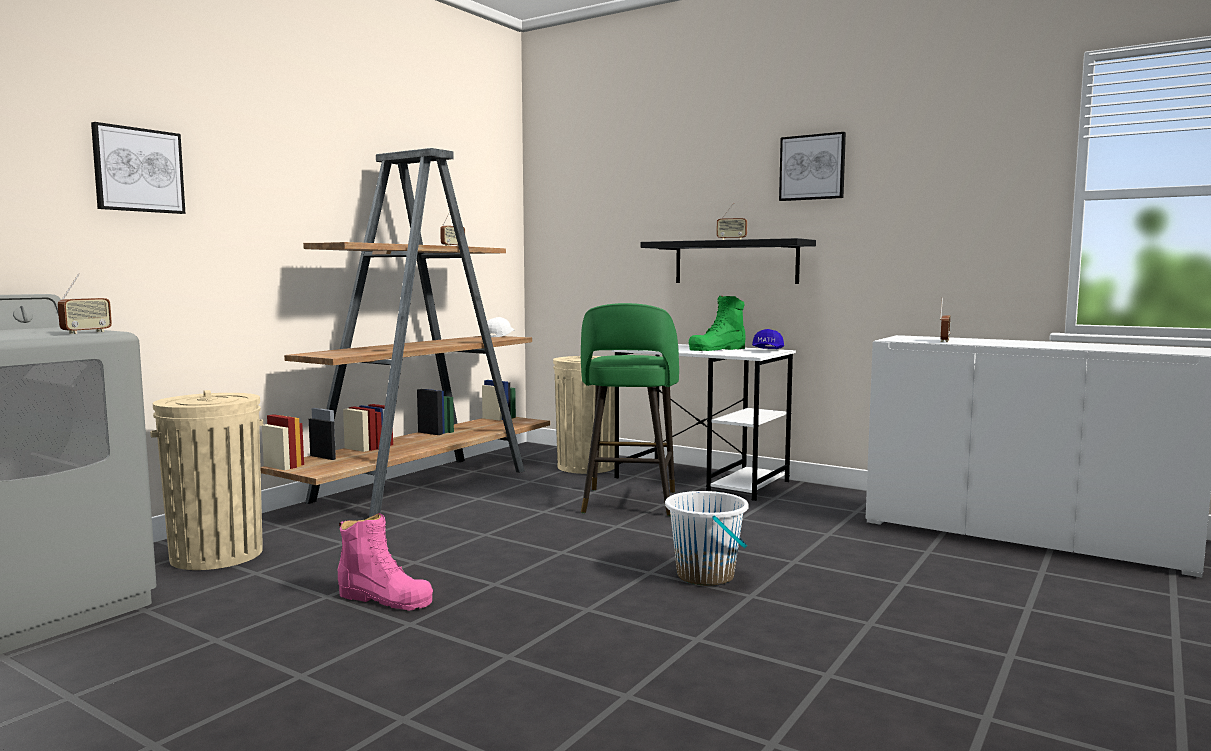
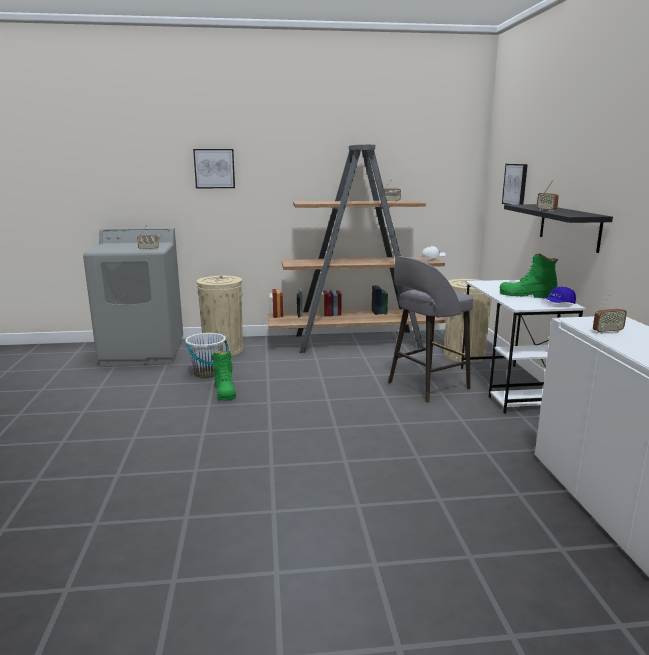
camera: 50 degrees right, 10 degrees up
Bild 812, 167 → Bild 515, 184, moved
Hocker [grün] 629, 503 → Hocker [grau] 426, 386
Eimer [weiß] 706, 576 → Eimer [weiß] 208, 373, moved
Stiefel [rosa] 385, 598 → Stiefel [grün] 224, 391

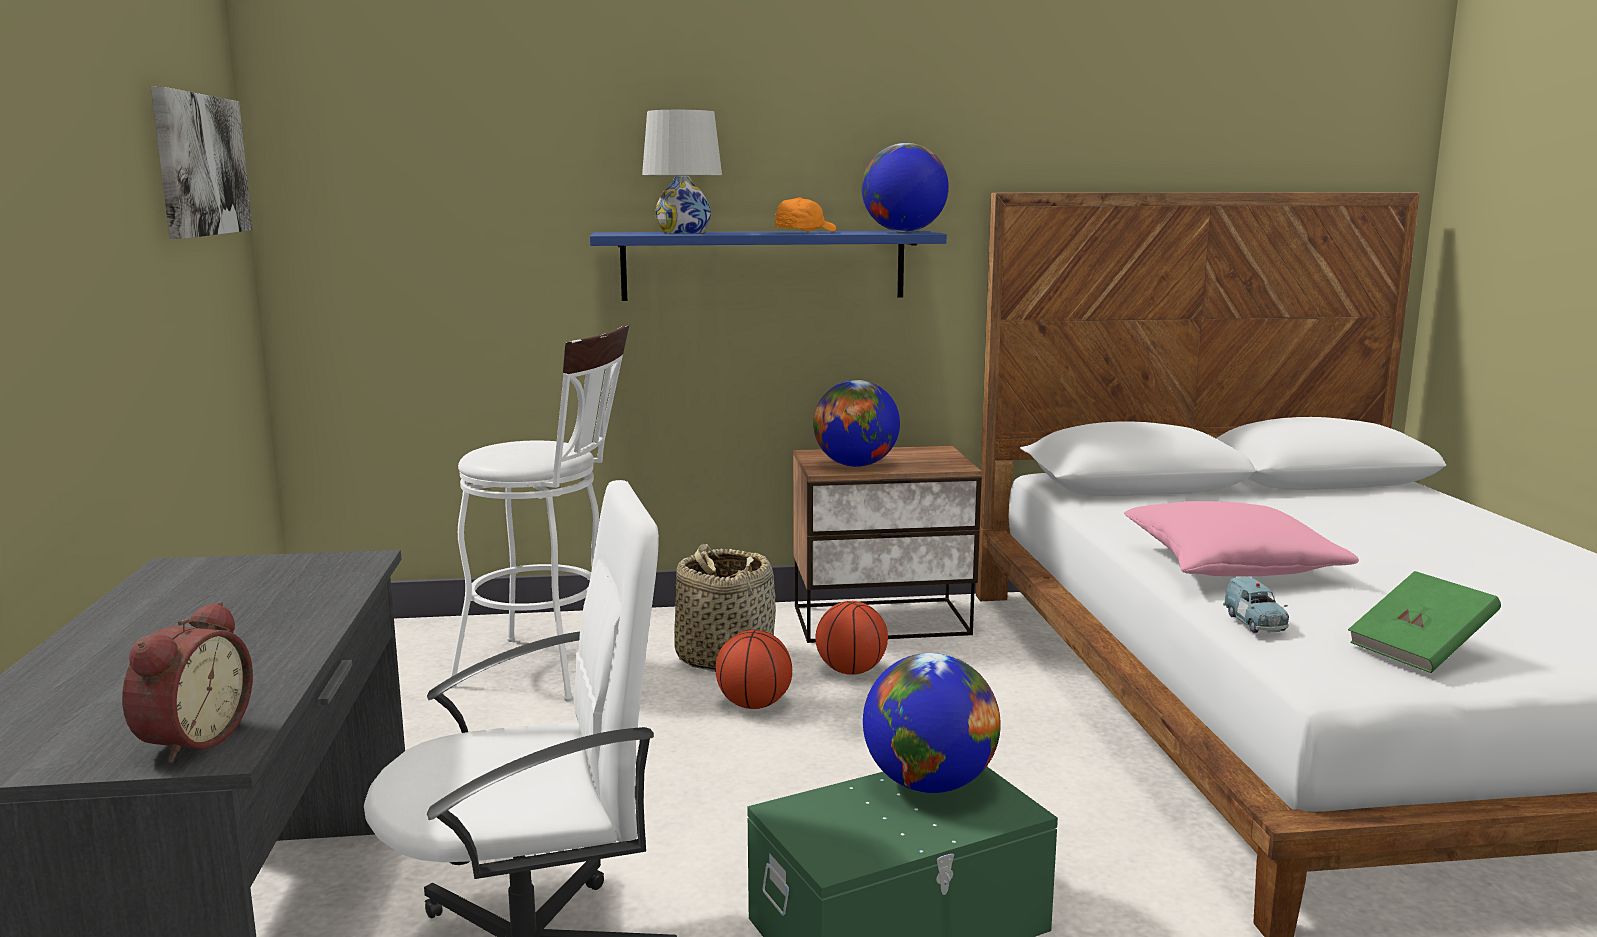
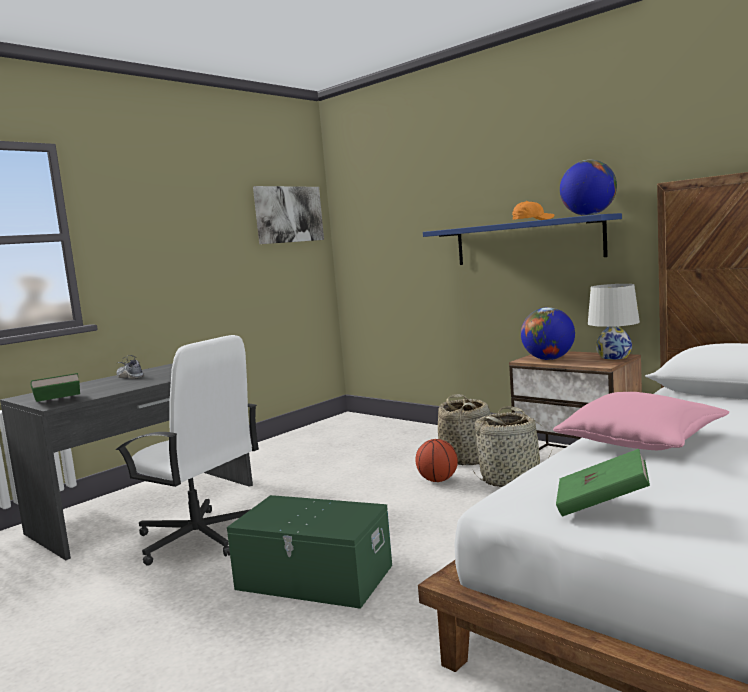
camera: 50 degrees right, 5 degrees down
Tischlampe [weiß] 683, 232 → Tischlampe [weiß] 614, 357, moved
Hocker [weiß] 552, 669 → -
Spielzeugauto [blau] 1255, 623 → -
Wecker 190, 740 → Buch [grün] 58, 402
Basketball 850, 671 → Korb 510, 479
Globus 929, 784 → -
- → Schuh 130, 377

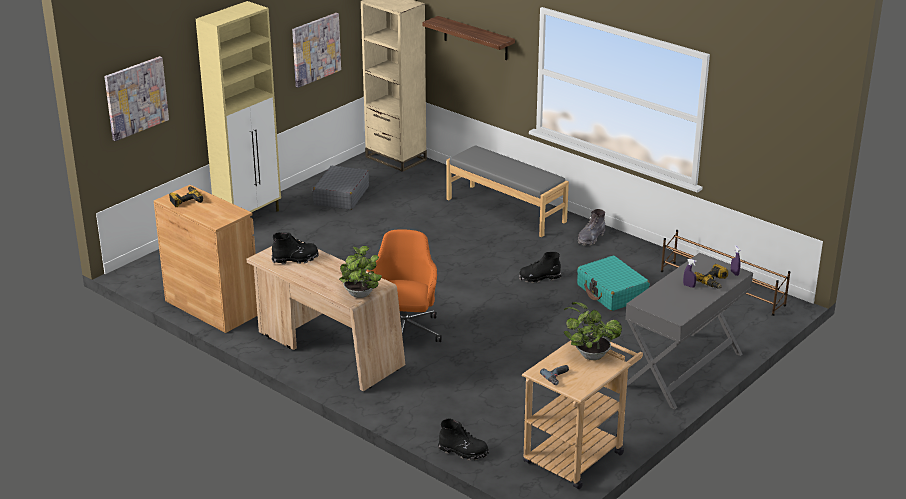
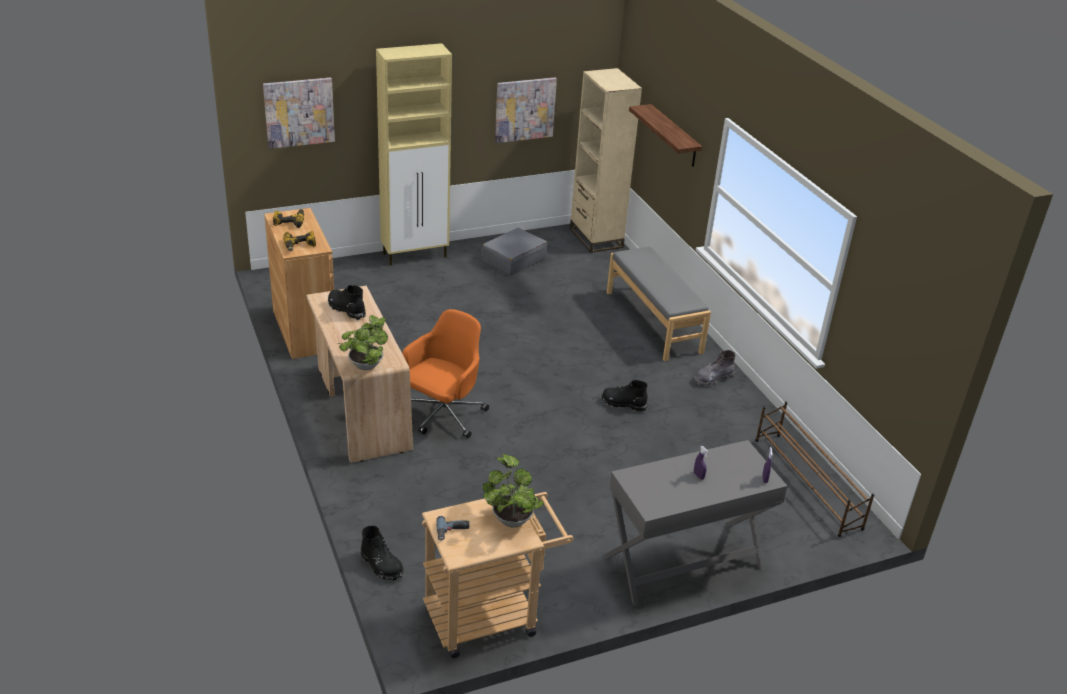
camera: 25 degrees right, 5 degrees up
Stiefel [schwarz] 295, 259 → Stiefel [schwarz] 346, 309, 150 degrees counterclockwise
Koffer [türkis] 612, 292 → -
Bohrmaschine 713, 282 → Bohrmaschine 300, 246, moved

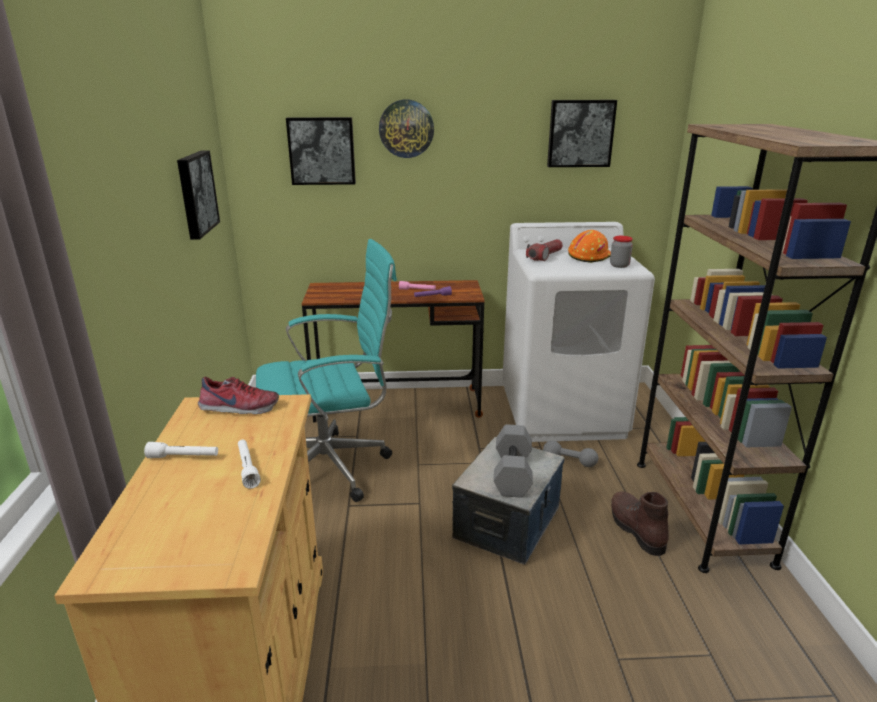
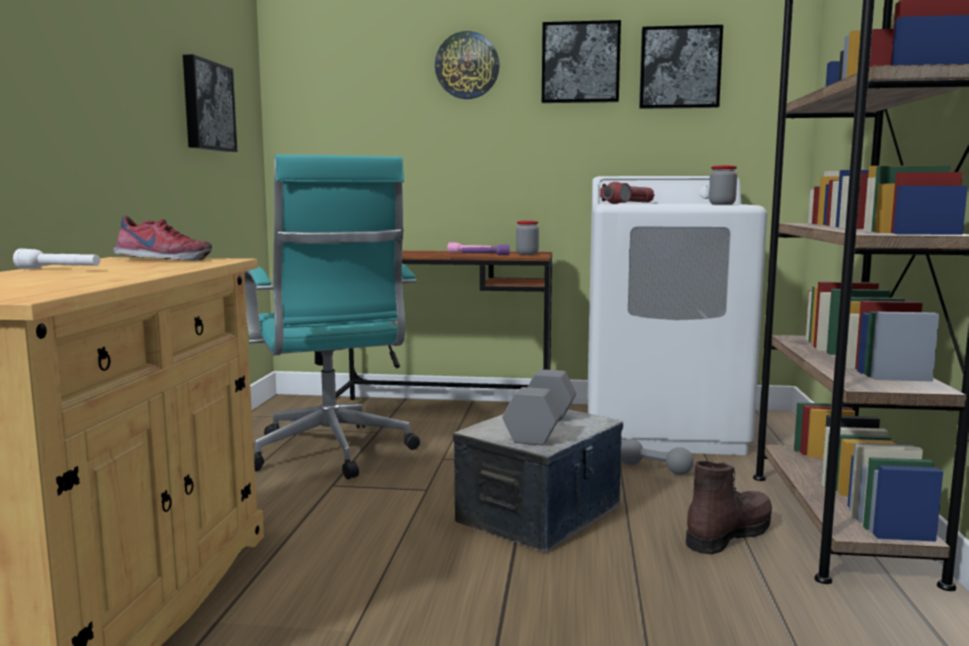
camera: 10 degrees right, 15 degrees down
Bild 322, 151 → Bild 580, 63, moved
Schutzhelm [orange] 589, 256 → -
Bürostuhl [türkis] 334, 467 → Bürostuhl [türkis] 332, 454, 75 degrees clockwise
Taschenlampe [weiß] 247, 468 → -
Stiefel [braun] 636, 529 → Stiefel [braun] 728, 534, 60 degrees clockwise
- → Vorratsglas 527, 254

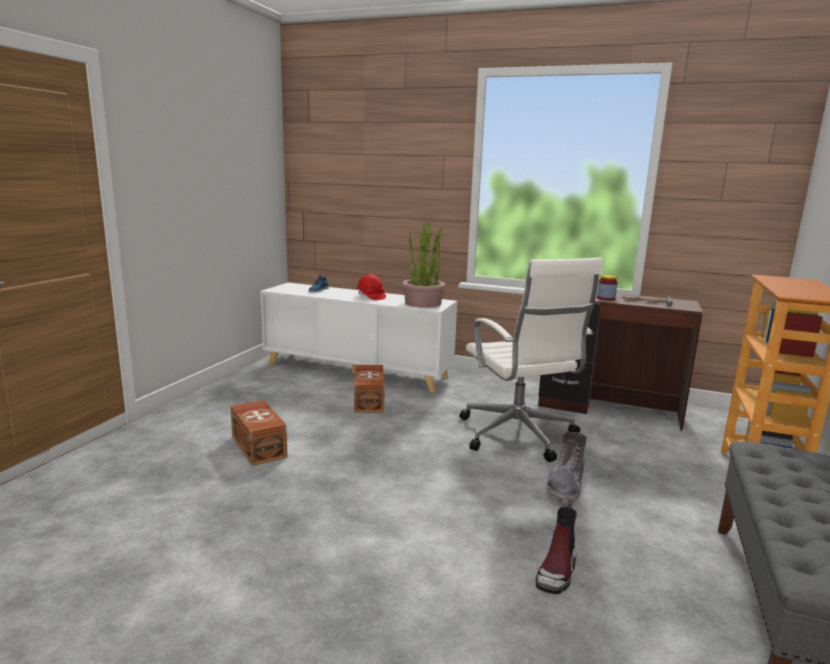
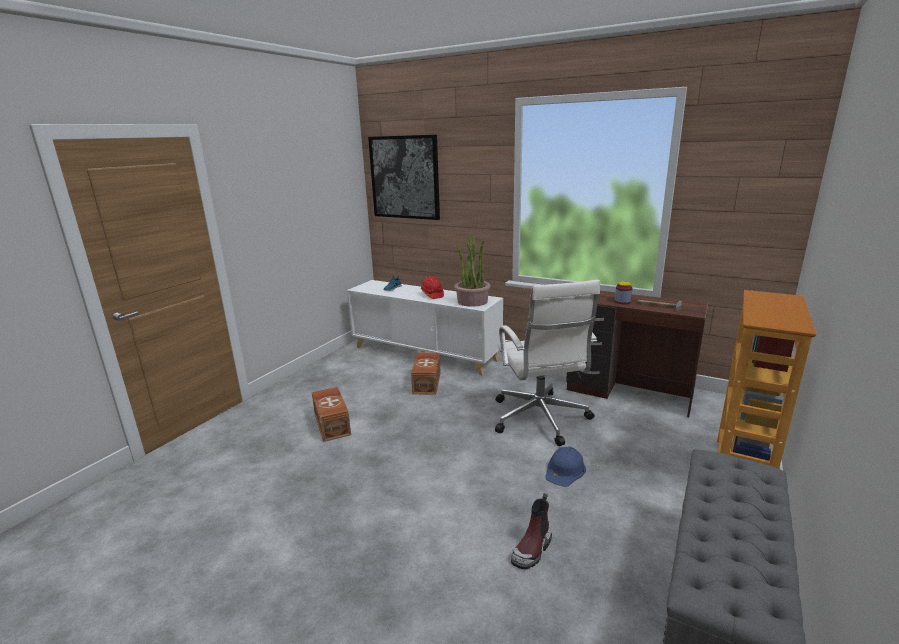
camera: 10 degrees right, 5 degrees up
Stiefel [grau] 565, 486 → Schutzhelm [blau] 565, 470
- → Bild 405, 177

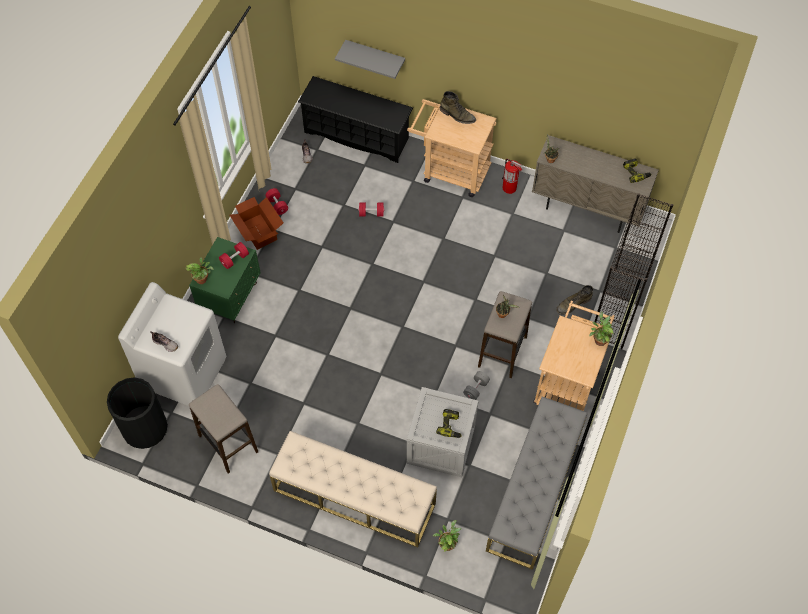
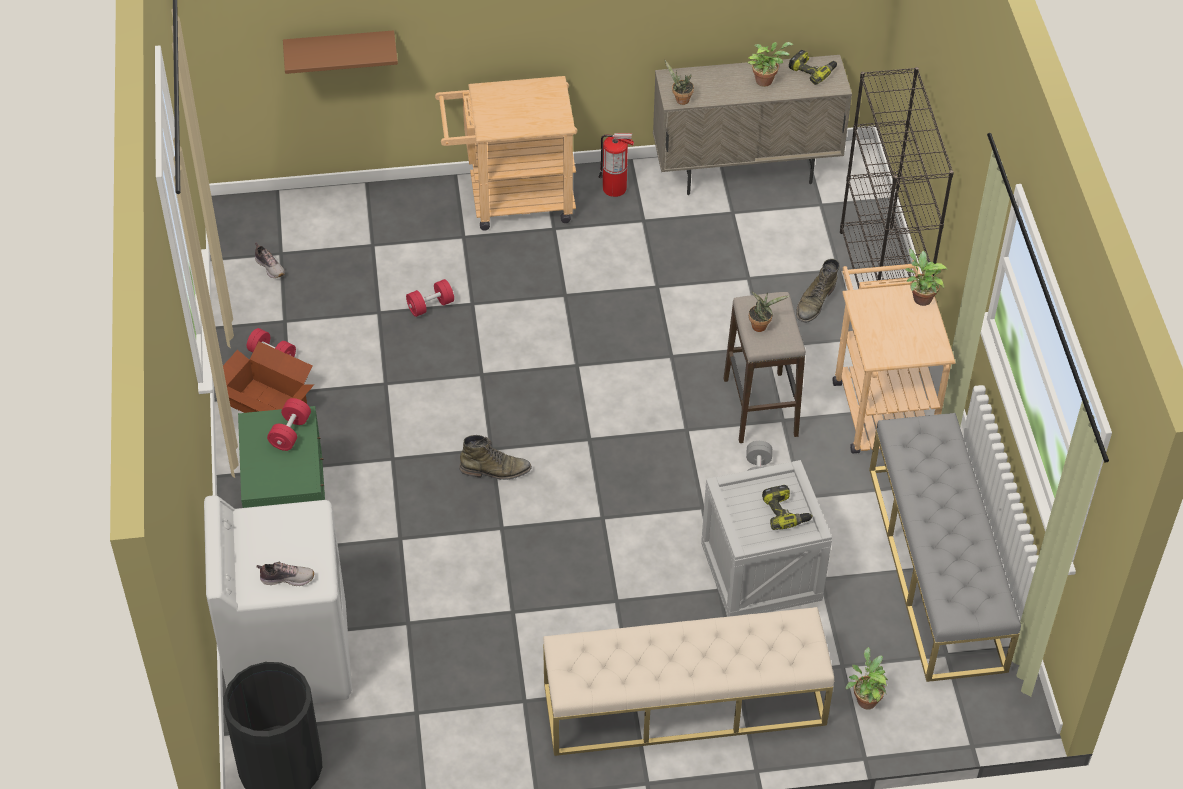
camera: 30 degrees left, 10 degrees down
Wandregal [grau] 375, 56 → Wandregal [braun] 340, 49
Schuhregal [schwarz] 357, 135 → -
Stiefel [grün] 457, 115 → Stiefel [grün] 495, 470, moved
Topfpflanze 203, 279 → Topfpflanze 765, 80, moved
Hocker 228, 444 → -

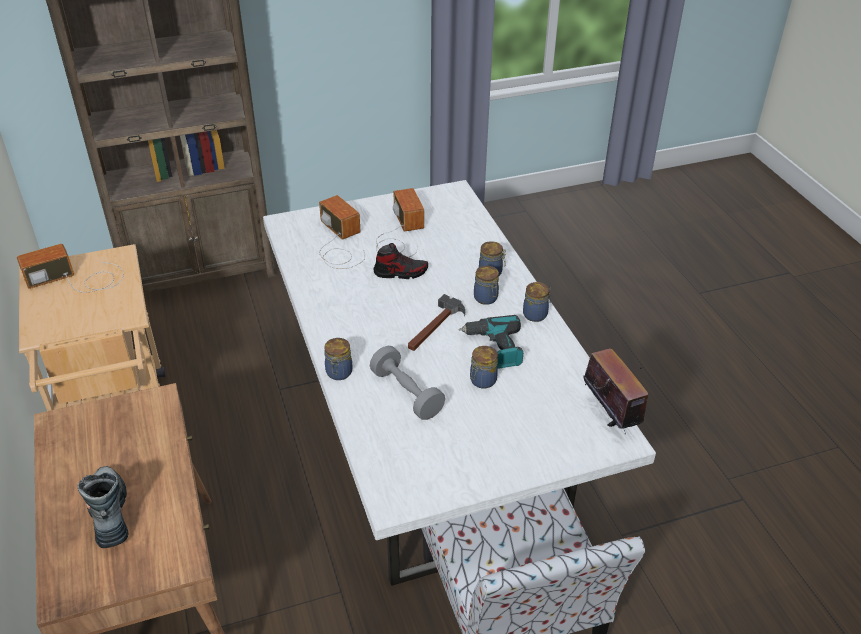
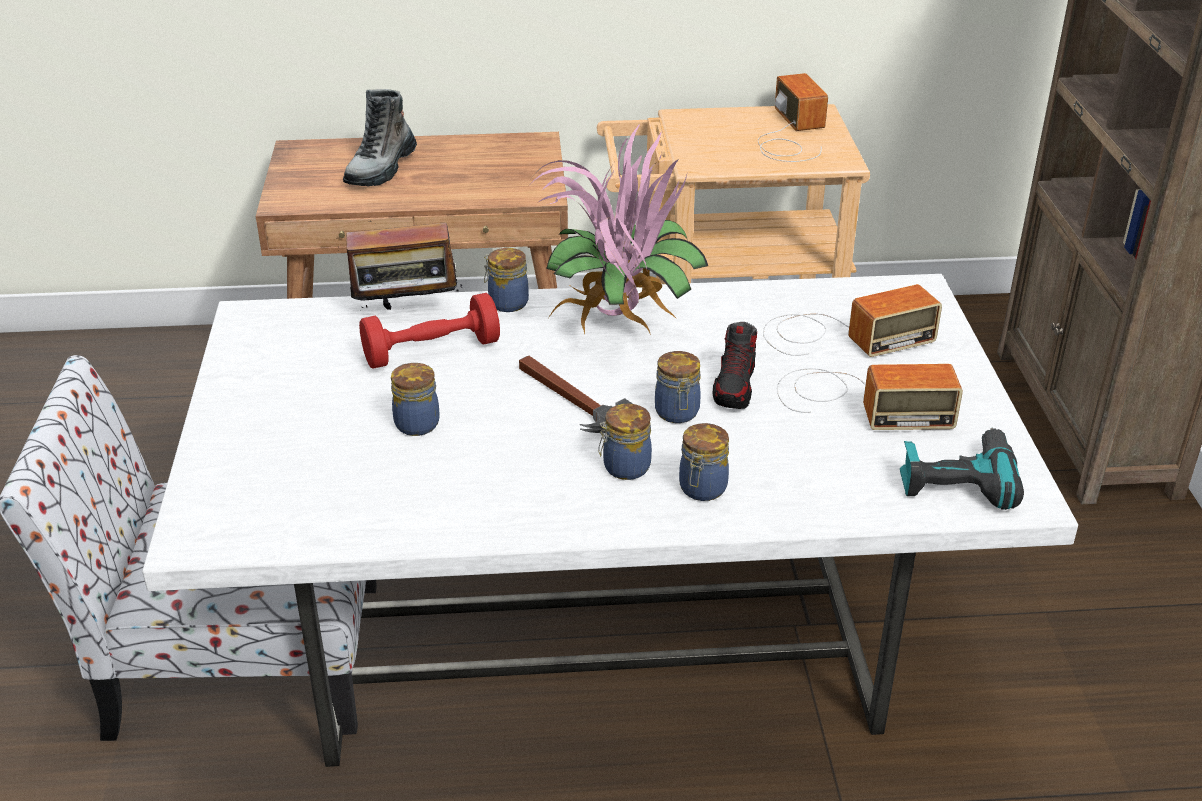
camera: 105 degrees right, 5 degrees down
Vorratsglas 536, 314 → Vorratsglas 677, 413, moved
Bohrmaschine 495, 348 → Bohrmaschine 957, 478, moved
Hantel [grau] 406, 393 → Hantel [rot] 431, 351
Radio 610, 415 → Radio 407, 312, moved
Stiefel 110, 513 → Stiefel 381, 168, 120 degrees clockwise
- → Topfpflanze 619, 326

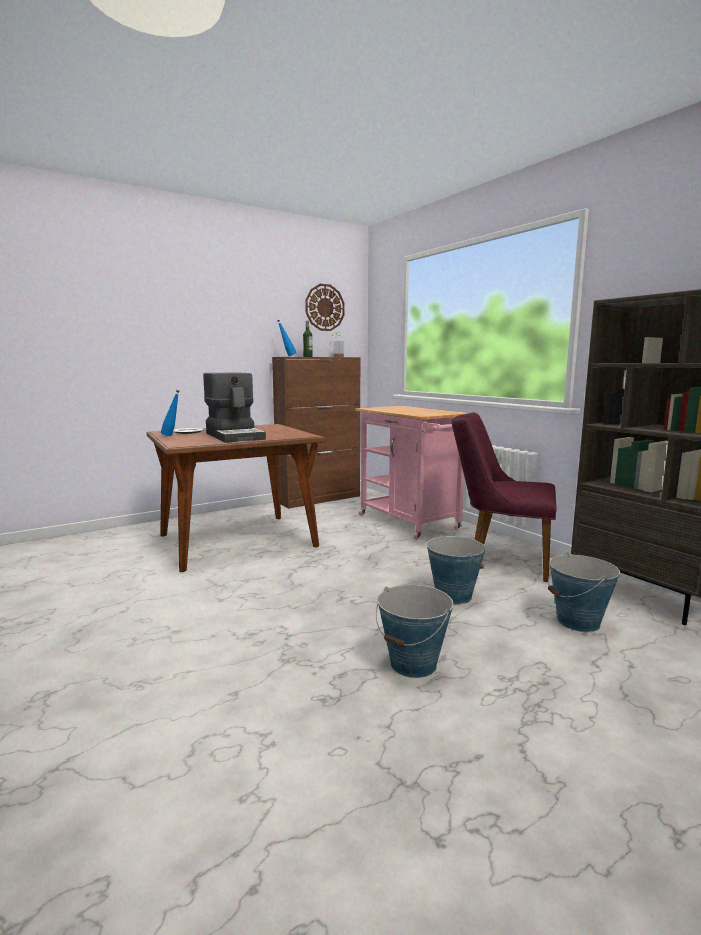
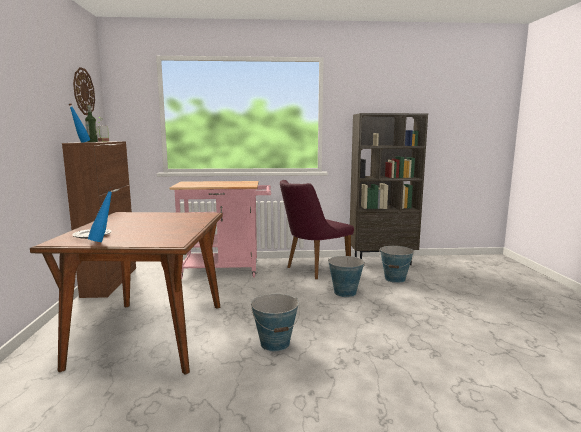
camera: 60 degrees left, 0 degrees up
Kaffeemaschine 235, 436 → -
Eimer 413, 664 → Eimer 275, 343, moved

